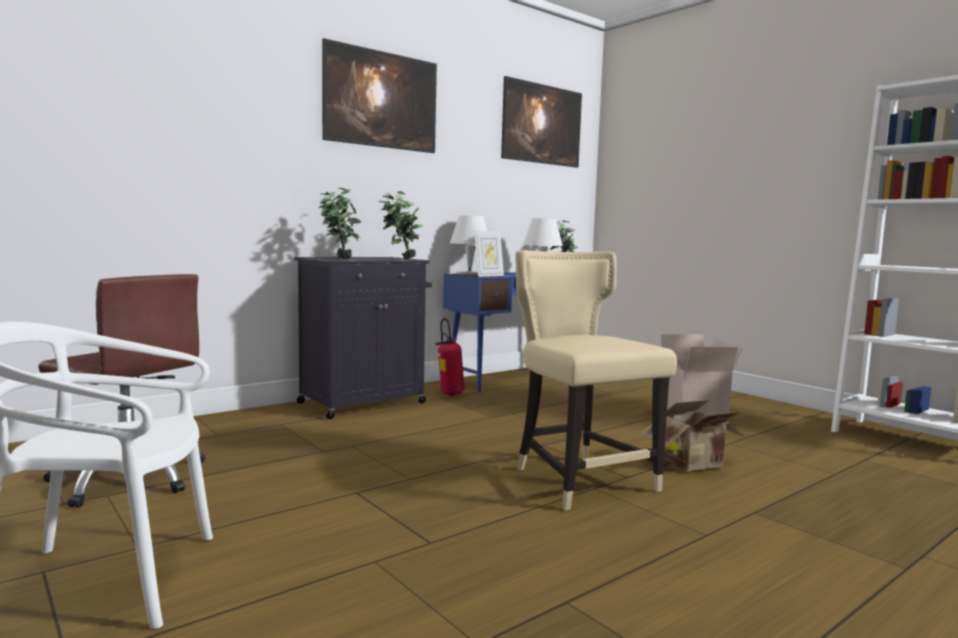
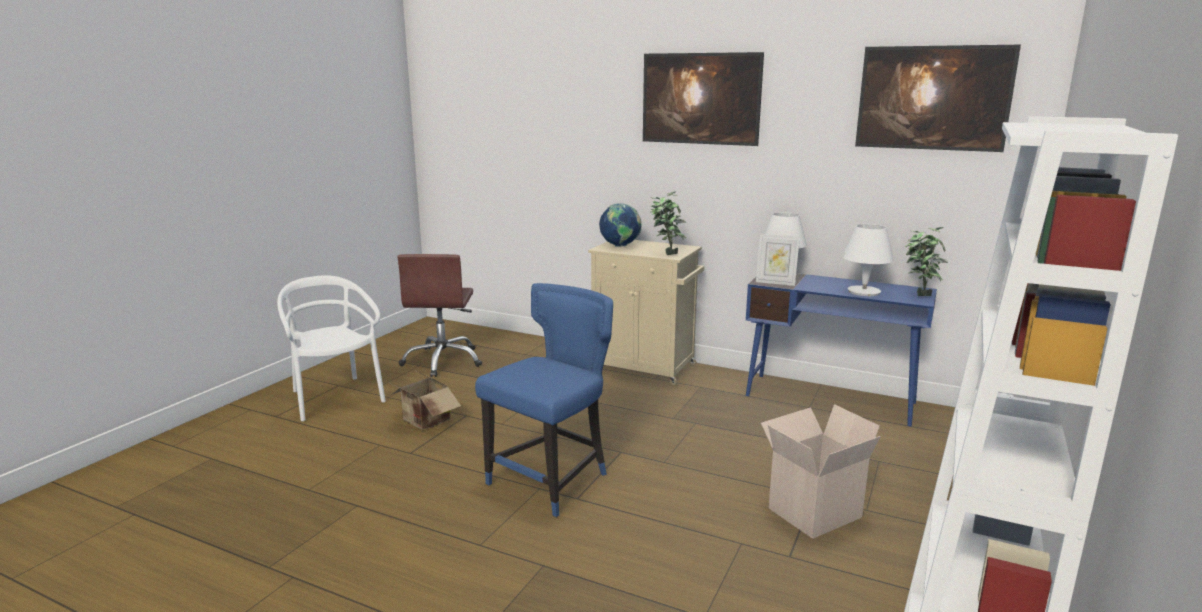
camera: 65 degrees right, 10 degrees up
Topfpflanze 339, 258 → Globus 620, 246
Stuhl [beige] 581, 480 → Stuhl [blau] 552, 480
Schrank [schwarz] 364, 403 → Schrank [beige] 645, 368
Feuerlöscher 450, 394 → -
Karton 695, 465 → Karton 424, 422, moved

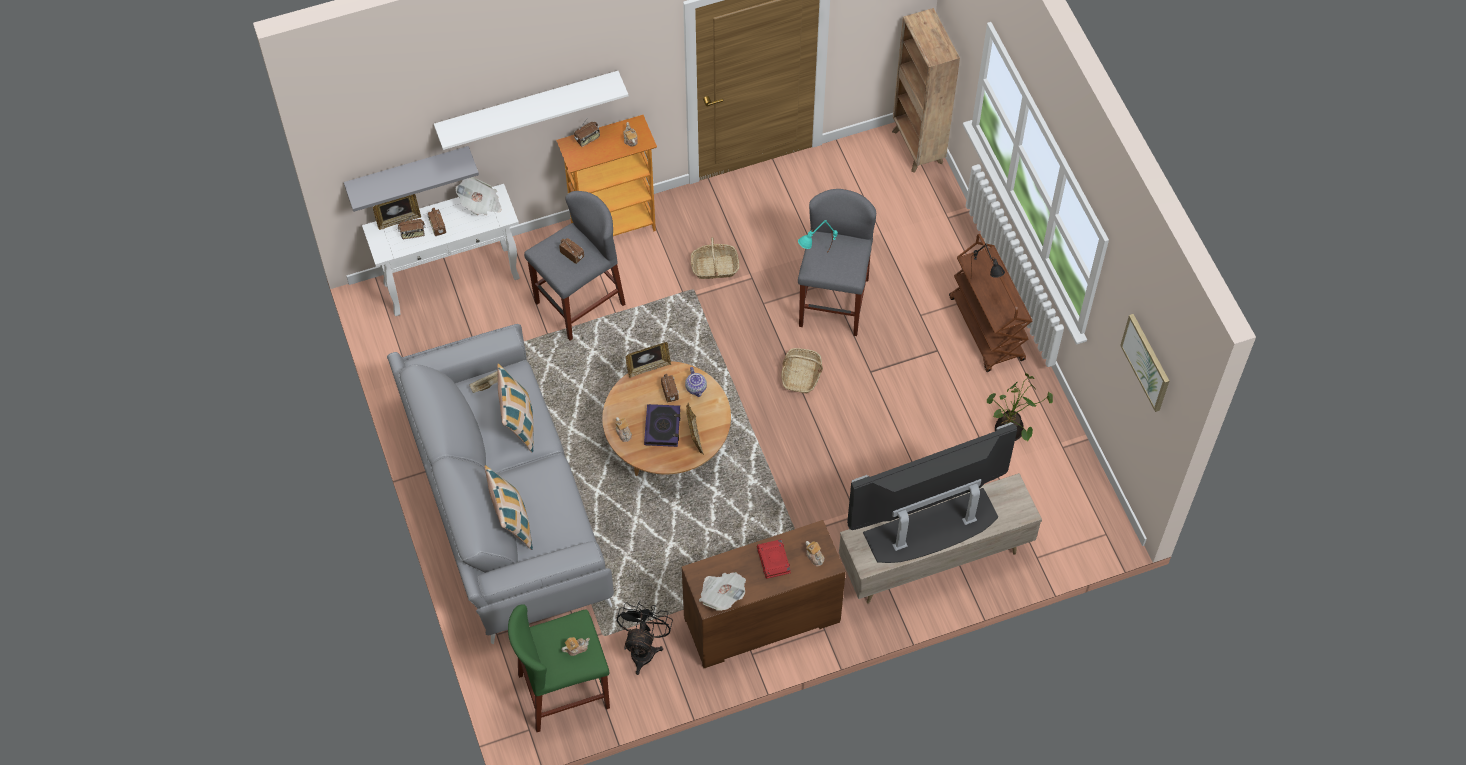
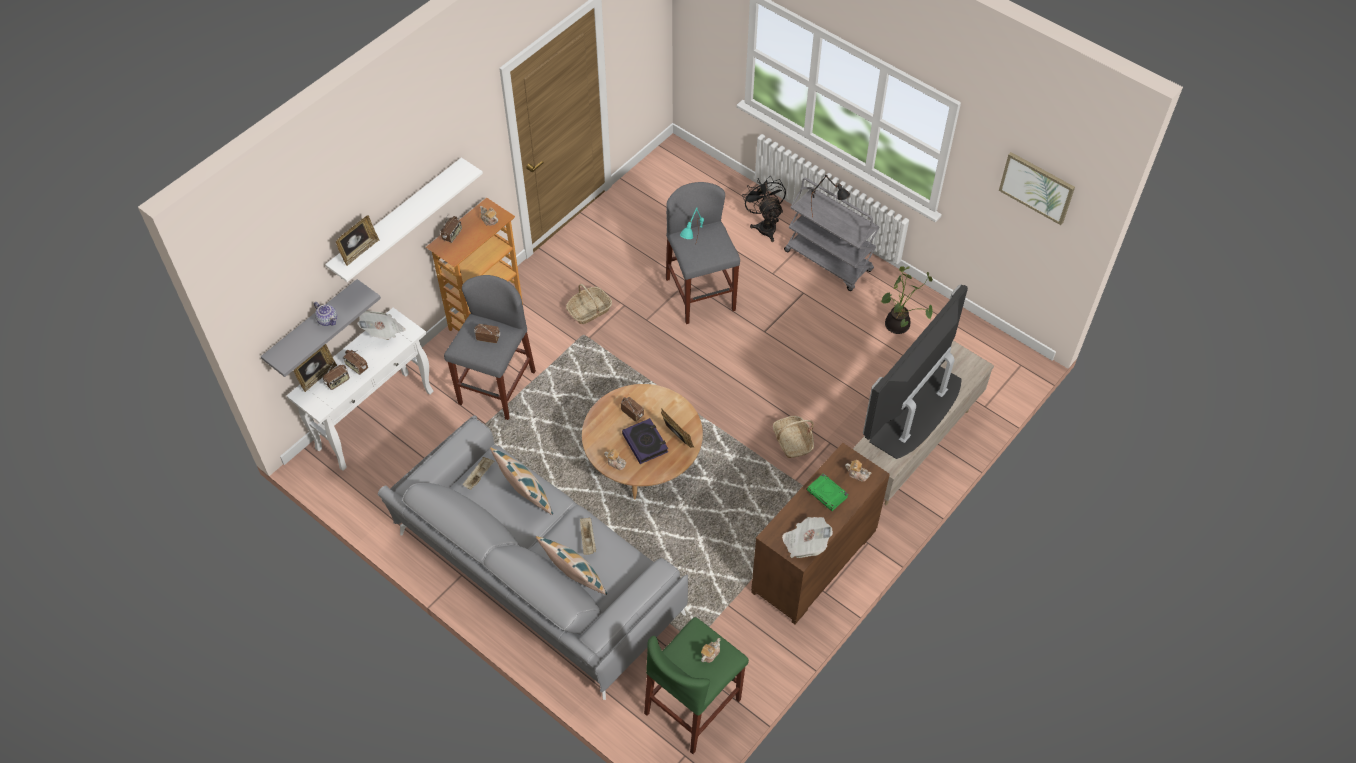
camera: 30 degrees left, 5 degrees down
Bücherregal [braun] 917, 148 → -
Rollwagen [braun] 987, 329 → Rollwagen [grau] 829, 261
Bilderrahmen 648, 367 → Bilderrahmen 359, 251, moved
Korb 801, 375 → Korb 792, 441, moved
Teekanne 696, 388 → Teekanne 328, 320, moved
Buch [rot] 774, 560 → Buch [grün] 827, 494
Ventilator [schwarz] 643, 648 → Ventilator [schwarz] 765, 225, moved
- → Tablett [beige] 588, 540

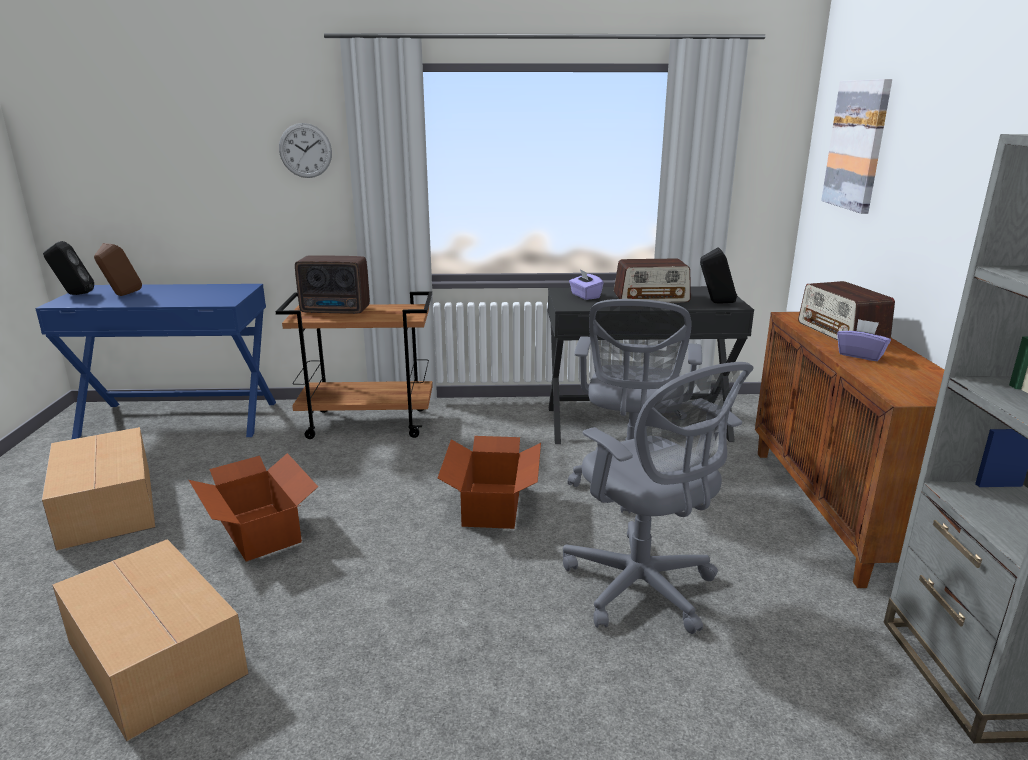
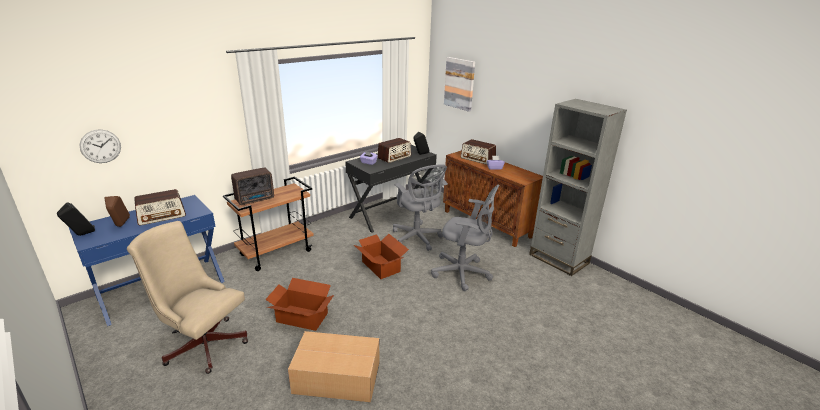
camera: 40 degrees left, 5 degrees up
Wanduhr 305, 150 → Wanduhr 100, 146, moved
Karton 108, 505 → Bürostuhl [beige] 202, 343
- → Radio 162, 216

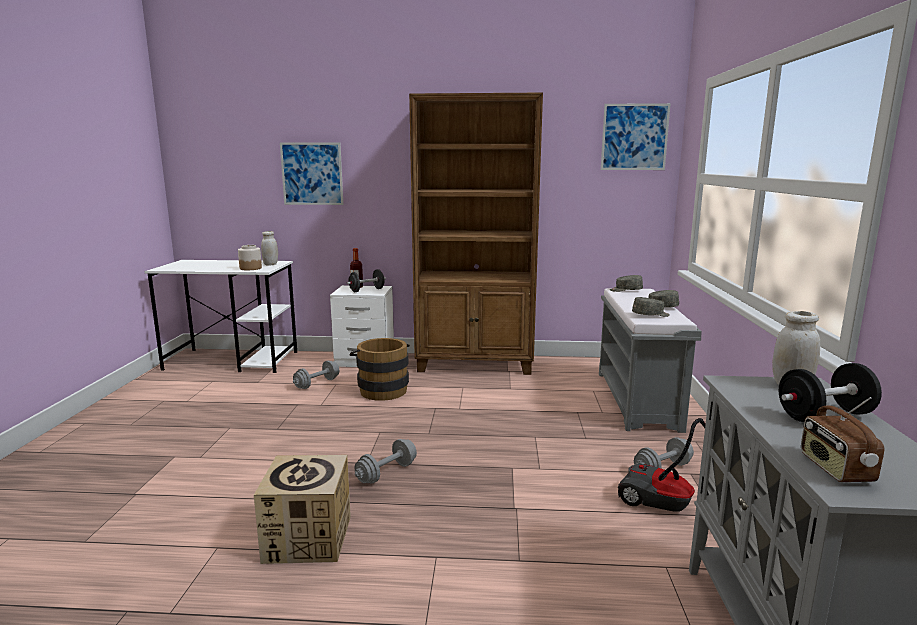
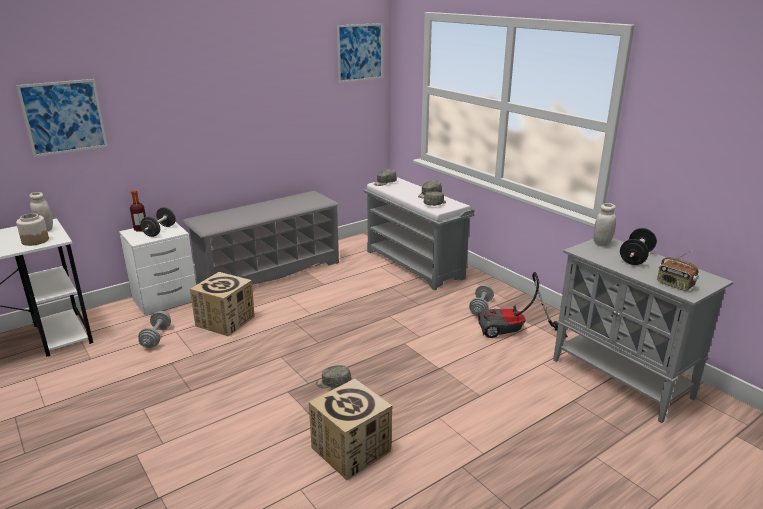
camera: 40 degrees left, 10 degrees up
Bücherregal [braun] 475, 364 → Schuhregal [grau] 269, 271
Eimer [braun] 381, 389 → Karton 225, 321
Hantel [grau] 386, 473 → Kappe [grau] 333, 383

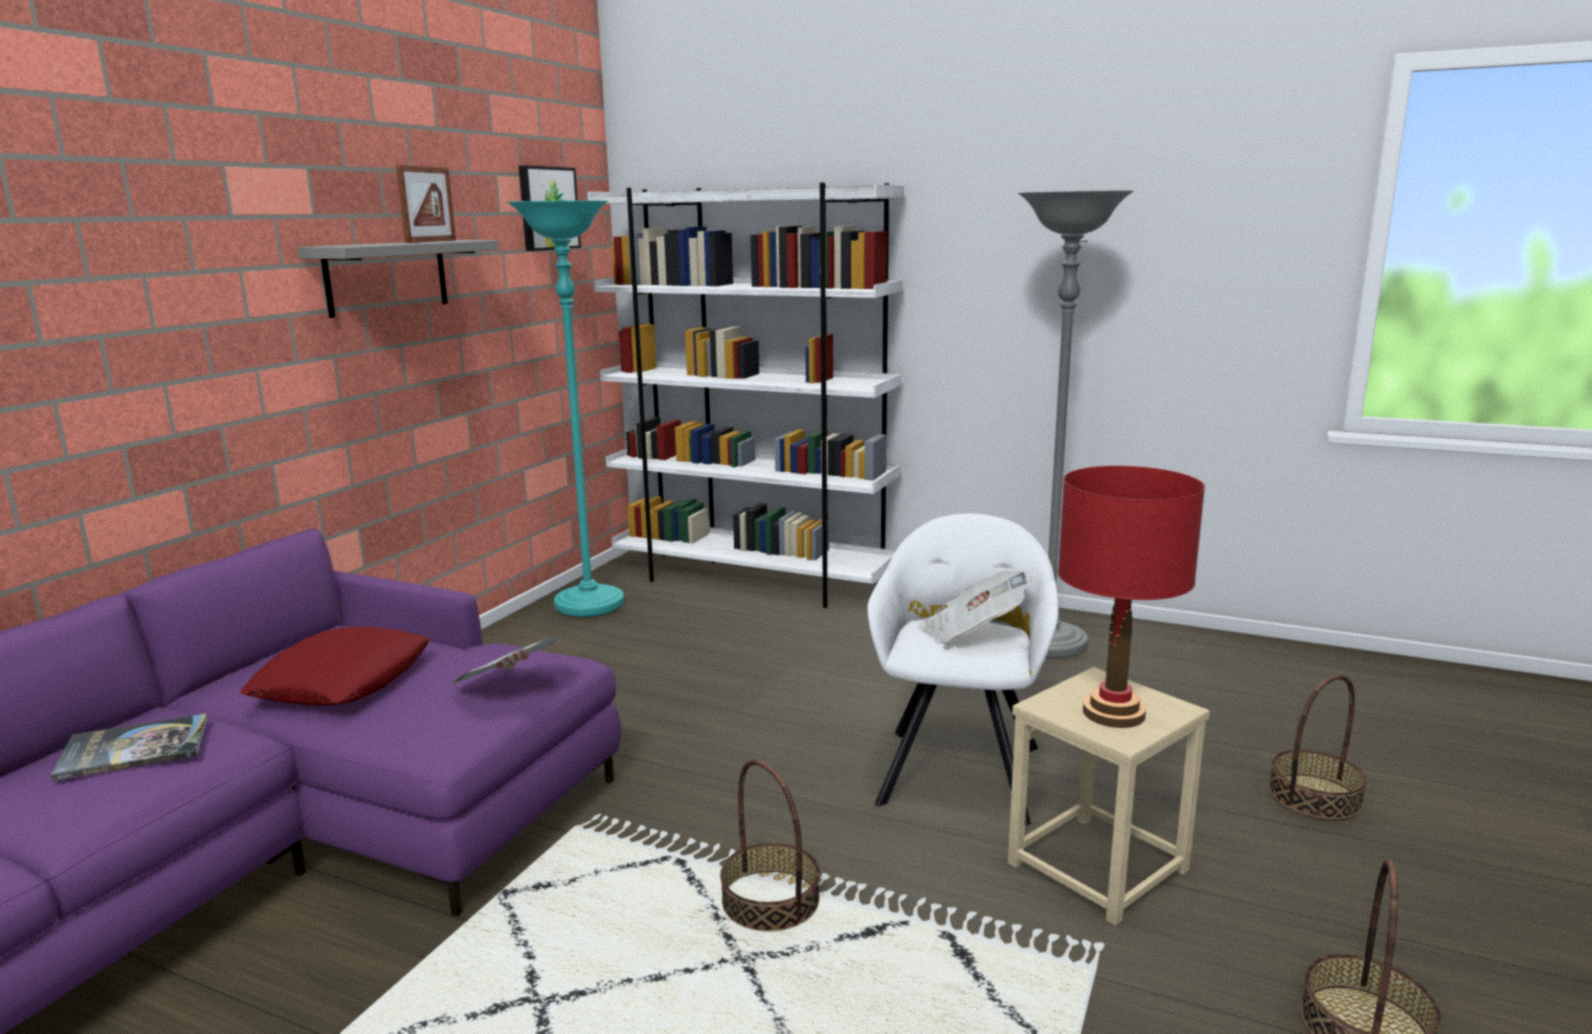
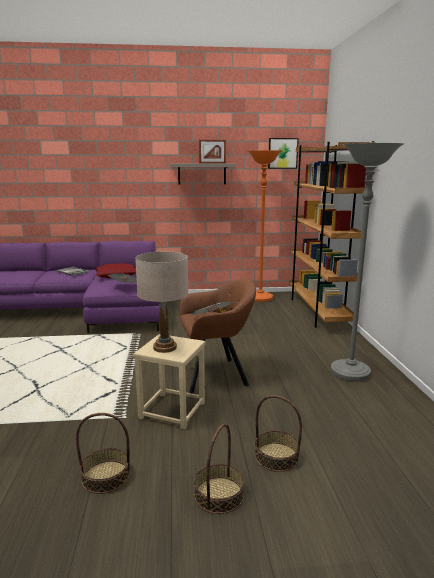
camera: 60 degrees right, 0 degrees up
Bücherregal [weiß] 753, 581 → Bücherregal [braun] 318, 311
Stehlampe [türkis] 589, 605 → Stehlampe [orange] 260, 298
Tischlampe [rot] 1113, 713 → Tischlampe [beige] 165, 347
Sessel [weiß] 961, 769 → Sessel [braun] 216, 375
Korb 771, 901 → Korb 219, 495, moved

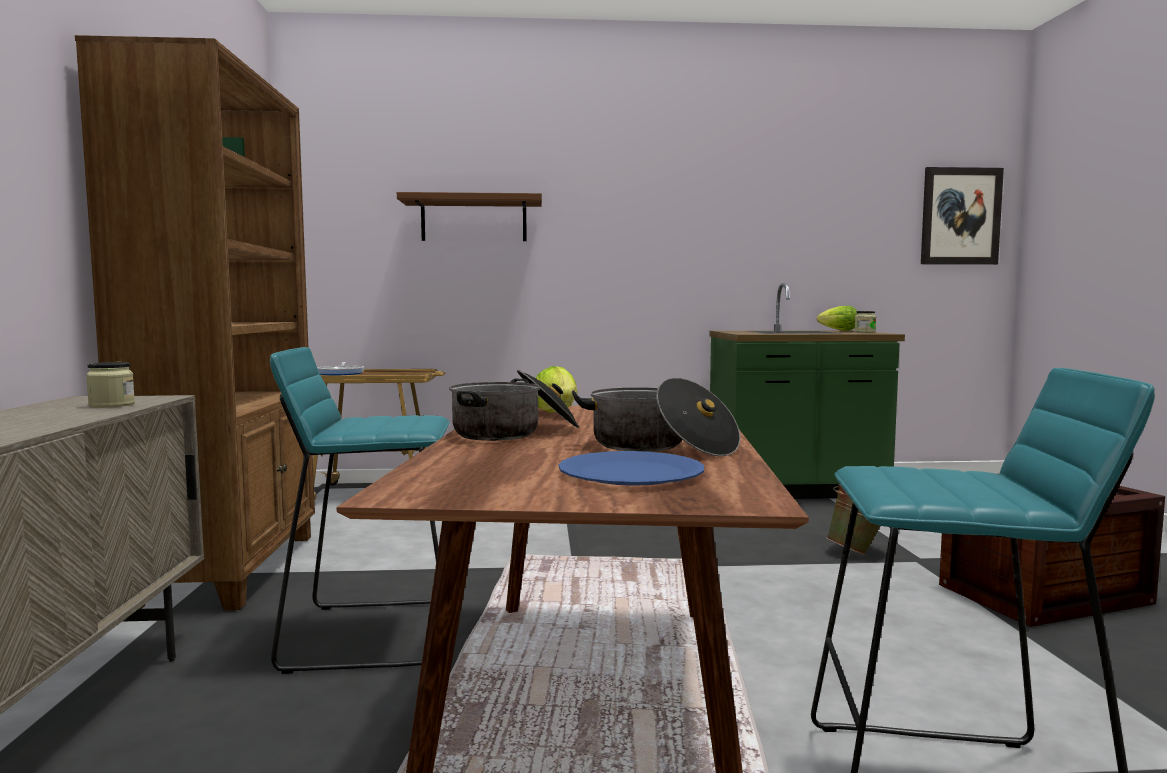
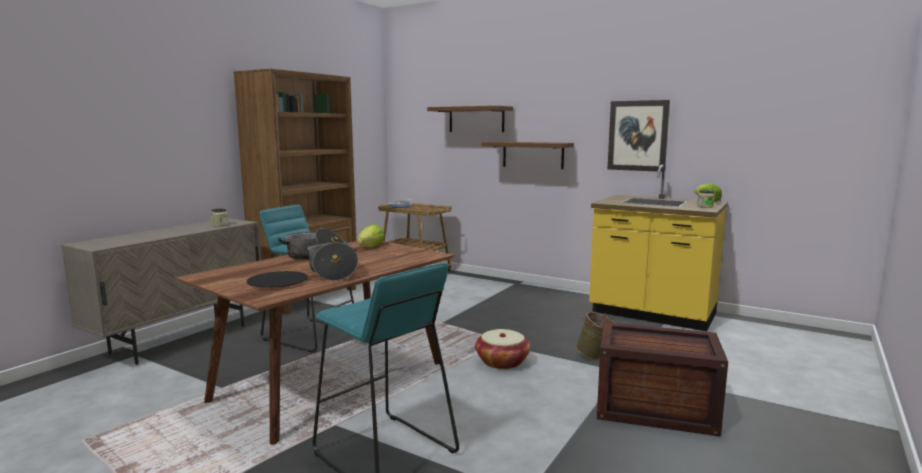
camera: 35 degrees right, 5 degrees up
Bild 960, 216 → Bild 638, 135, moved
Küchenzeile [grün] 795, 490 → Küchenzeile [gelb] 652, 314
Teller [blau] 631, 473 → Teller [schwarz] 277, 281
- → Wandregal [braun] 533, 155
- → Korb 502, 362

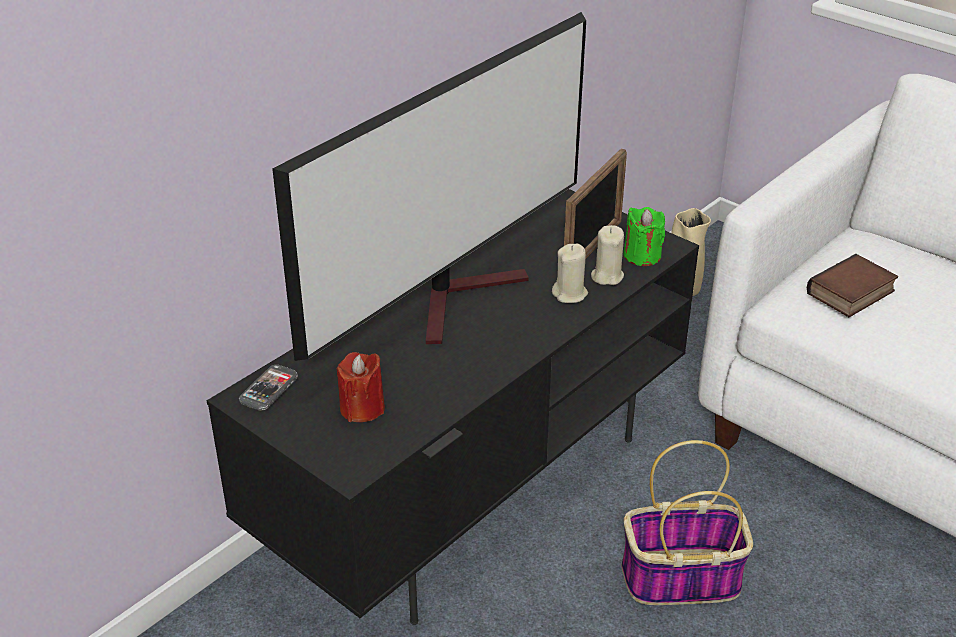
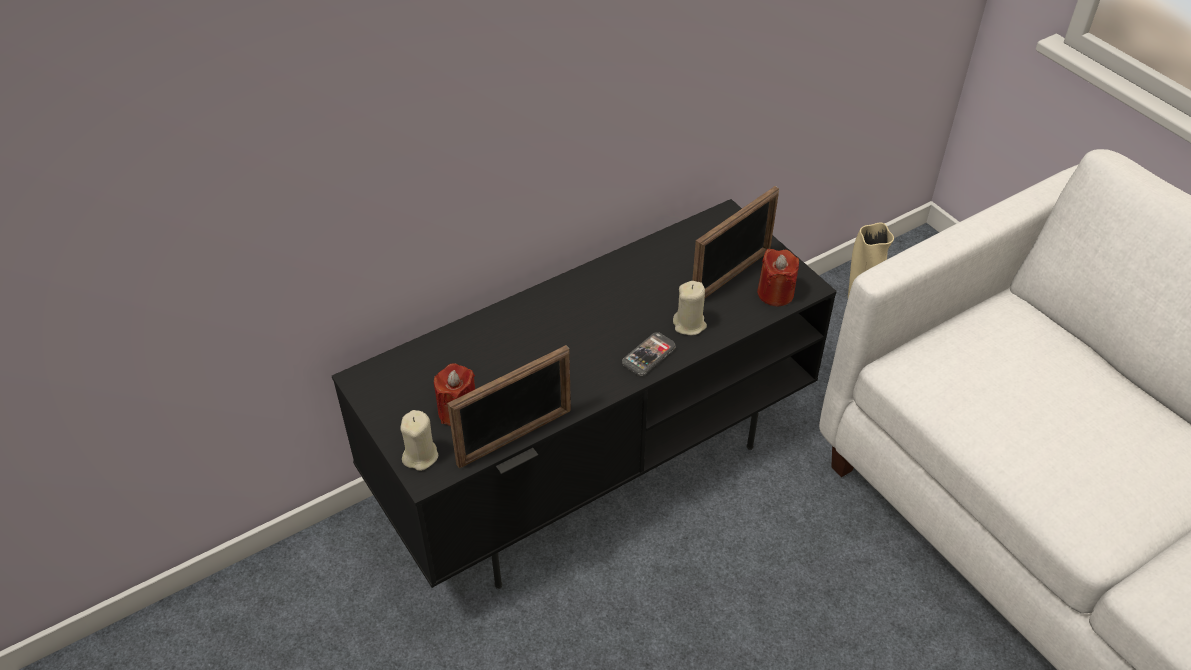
camera: 15 degrees right, 10 degrees up
Fernseher 461, 296 → -
Kerze [grün] 642, 256 → Kerze [rot] 775, 293
Kerze [beige] 607, 276 → Kerze [beige] 420, 456, moved
Buch 851, 294 → -
Handy 269, 389 → Handy 648, 355, moved
Korb 679, 579 → -
- → Bilderrahmen 515, 437

